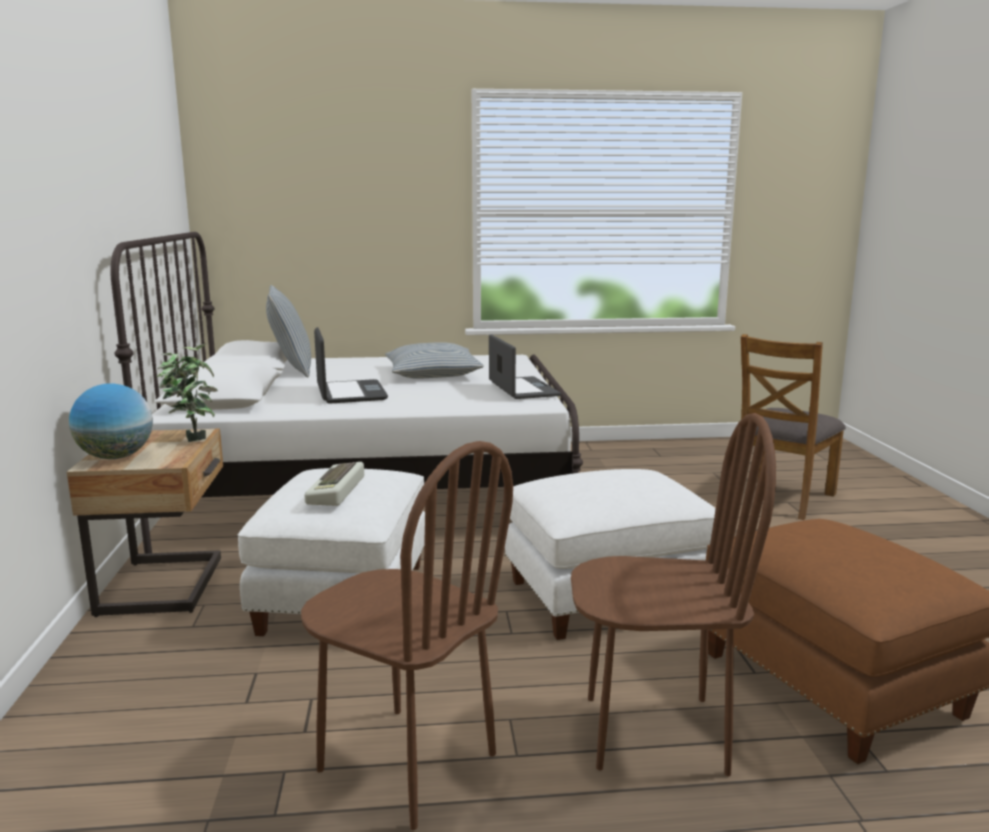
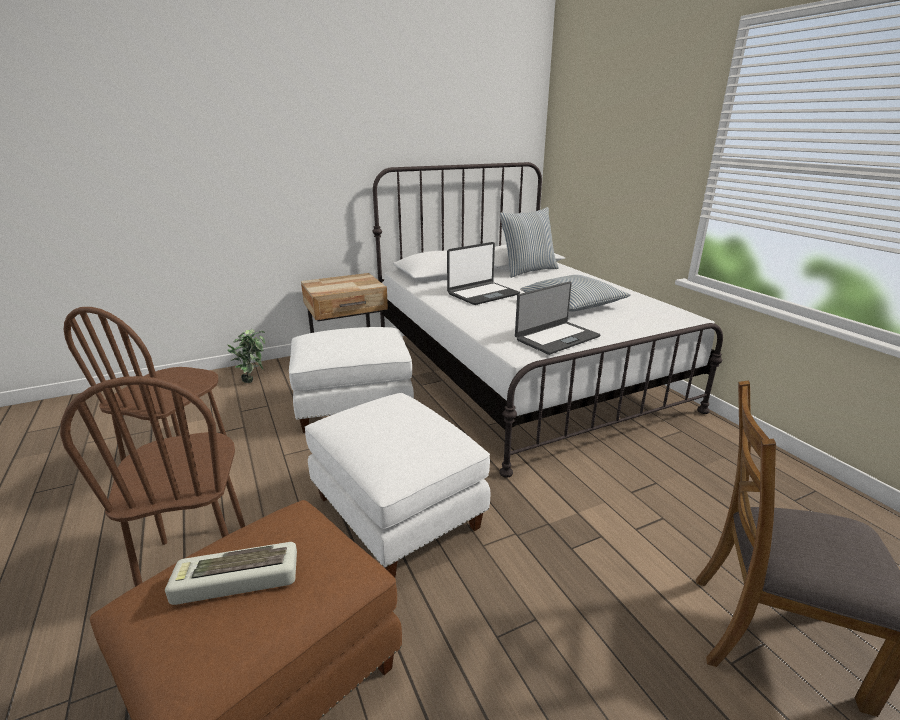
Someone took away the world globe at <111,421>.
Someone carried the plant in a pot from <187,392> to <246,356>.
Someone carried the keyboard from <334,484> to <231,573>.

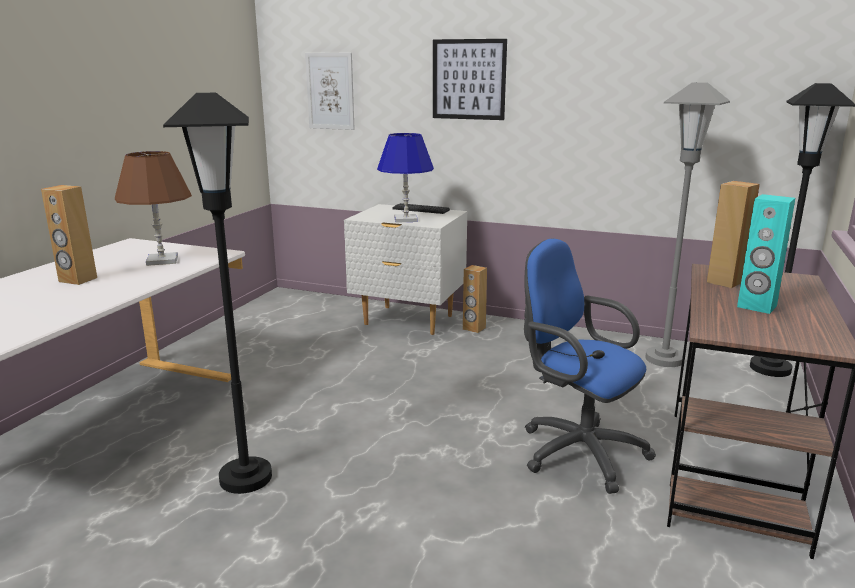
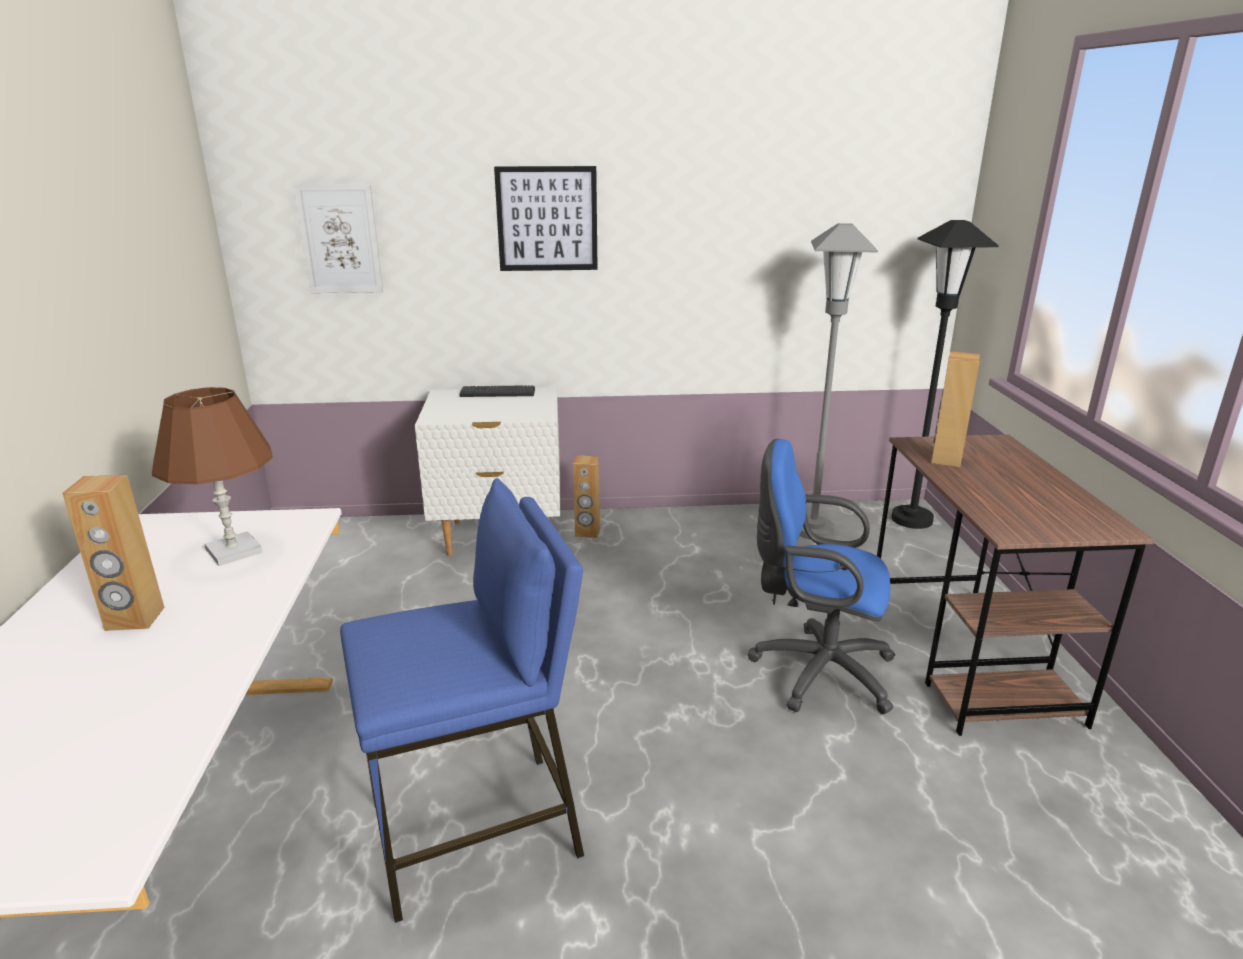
Someone swapped the blackish standard lamp at <217,293> for the blue-coloured sitting stool at <462,700>.
Someone took away the blue-coloured tabletop lamp at <405,178>.
Someone took away the turquoise speaker at <766,254>.

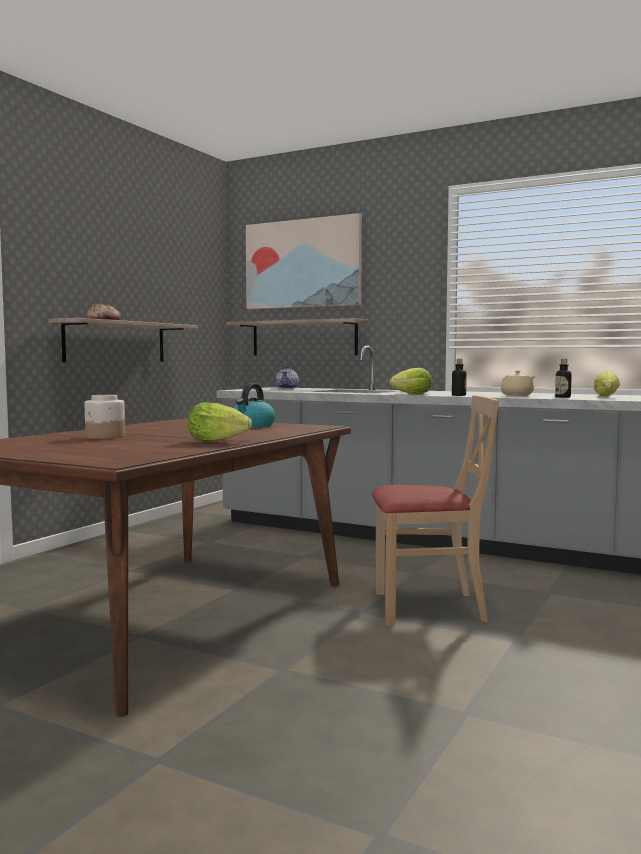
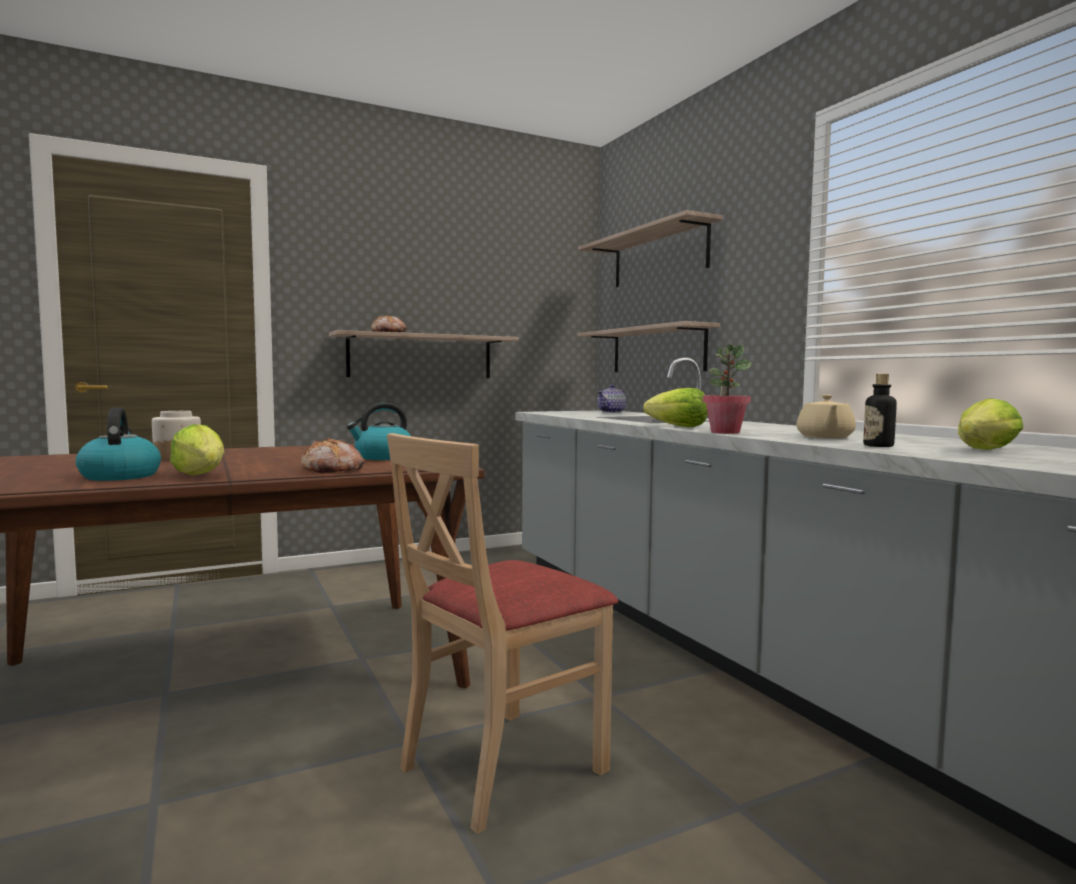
Someone swapped the wall art at <304,261> for the wall shelf at <650,248>.
Someone rotated the beige-coloured chair at <435,510> by 105 degrees clockwise.
Someone swapped the beverage bottle at <459,377> for the plant in a pot at <727,389>.
Someone put down the water kettle at <118,444>.
Someone put down the baked bread at <333,455>.

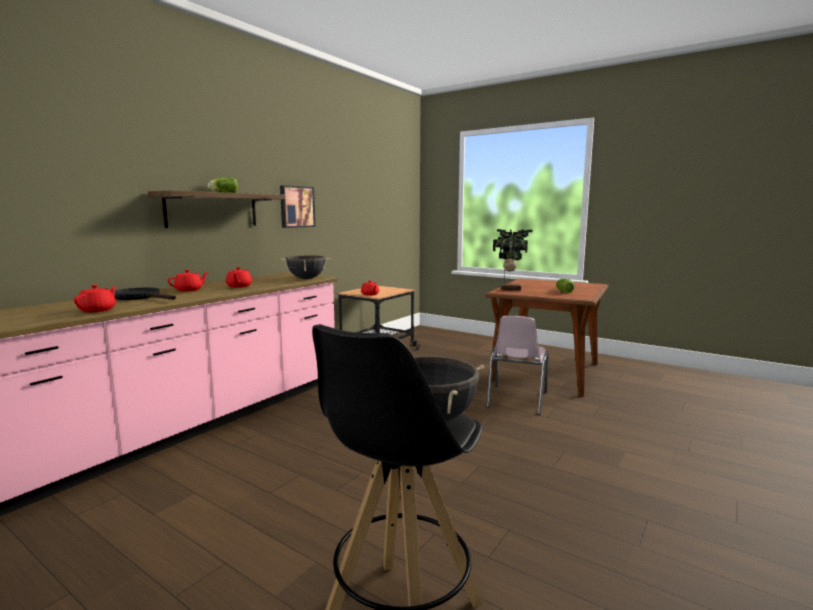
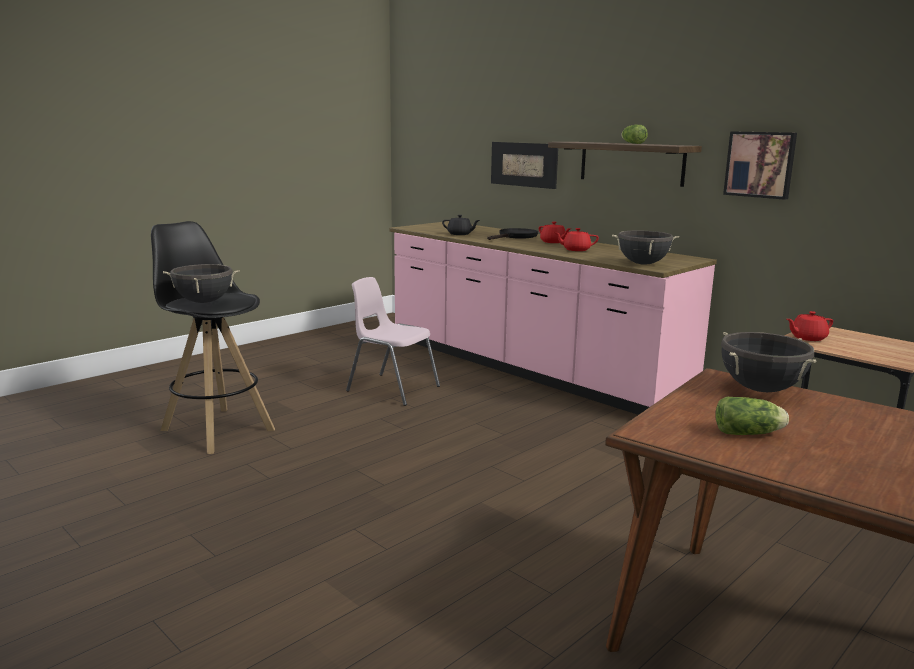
Someone repainted the red-coloured teapot at <95,298>, which became the blackish teapot at <461,225>.
Someone carried the pink-coloured chair from <518,365> to <393,341>.
Someone swapped the plant in a pot at <513,260> for the blackish cooking pot at <768,362>.
Someone put up the wall art at <524,165>.

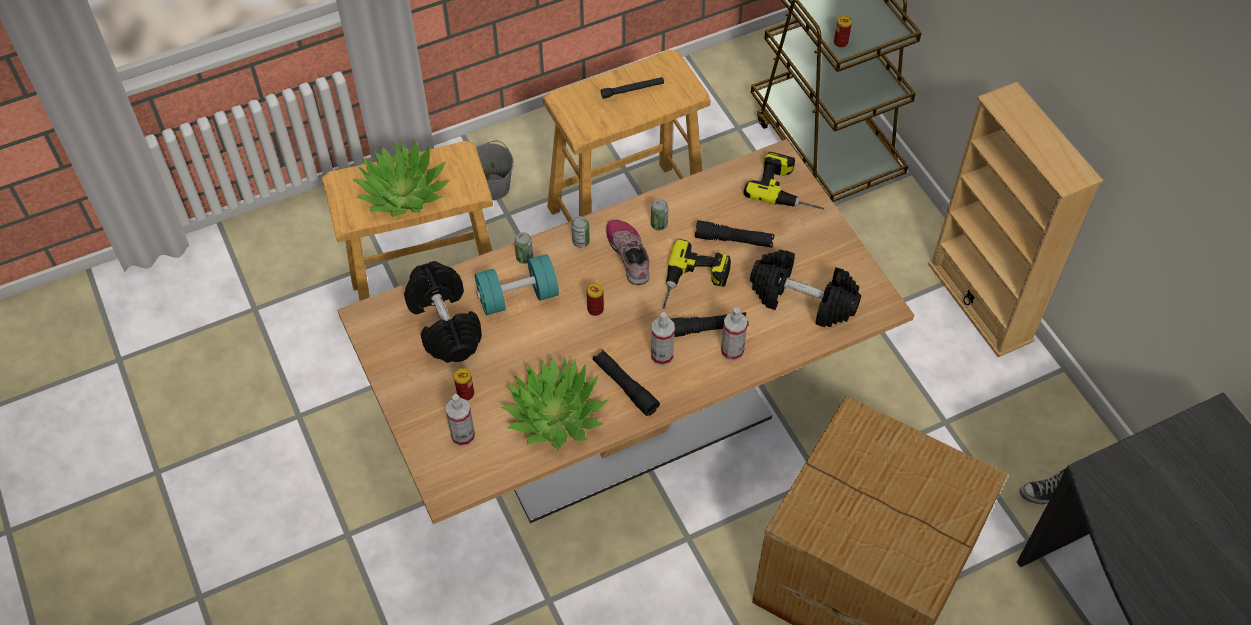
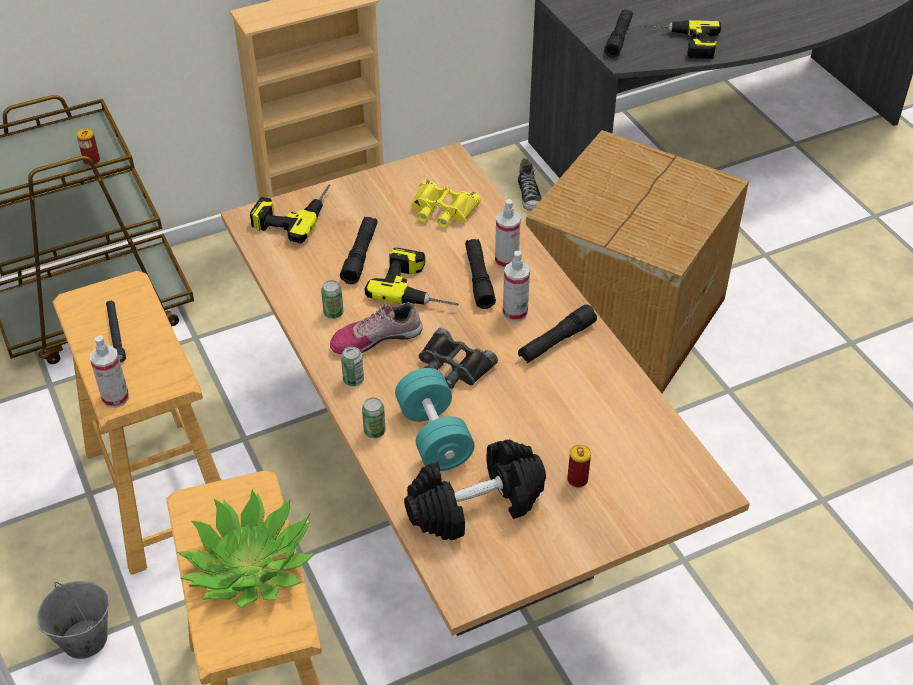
Someone carried the hand sprayer from <460,420> to <109,372>.
Someone took away the plant in a pot at <554,402>.
Someone swapped the can at <595,299> for the blackish binoculars at <458,358>.
Someone swapped the blackish free weight at <805,288> for the yellow-coloured binoculars at <446,204>.
Someone put down the blackish hand torch at <618,33>.
Someone put down the electric drill at <683,39>.

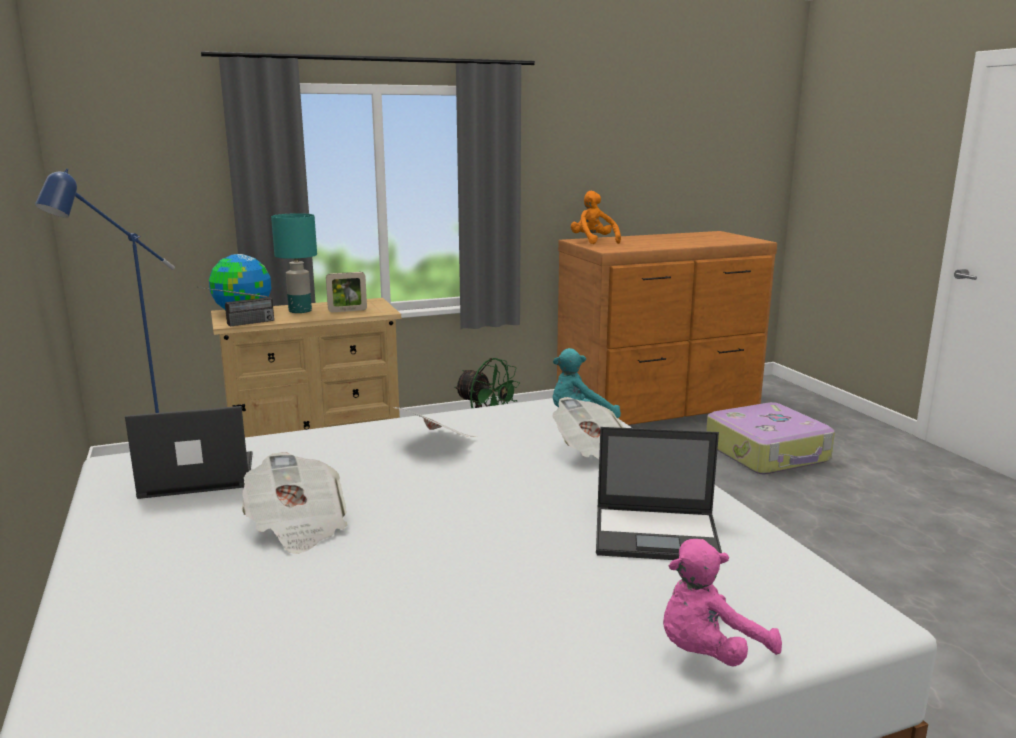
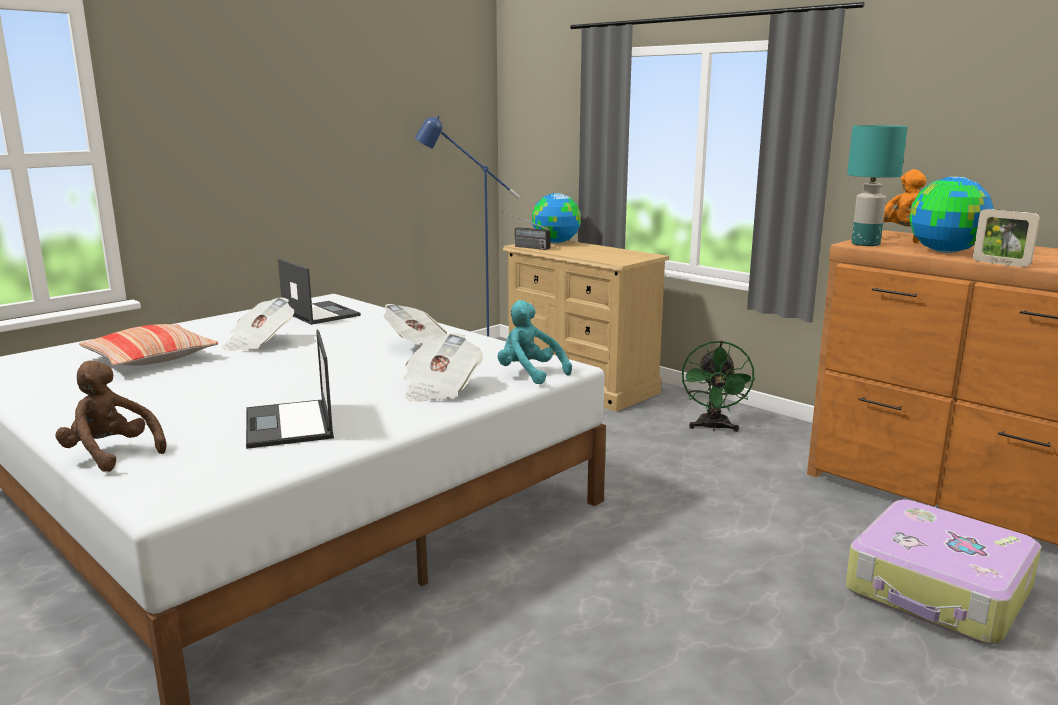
Someone carried the turquoise tabletop lamp from <294,263> to <877,185>.
Someone carried the picture frame from <346,292> to <1006,238>.
Someone repainted the pink-coloured cuddly toy at <722,603>, which became the brownish cuddly toy at <111,416>.
Someone put down the throw pillow at <148,345>.
Someone put down the world globe at <951,215>.

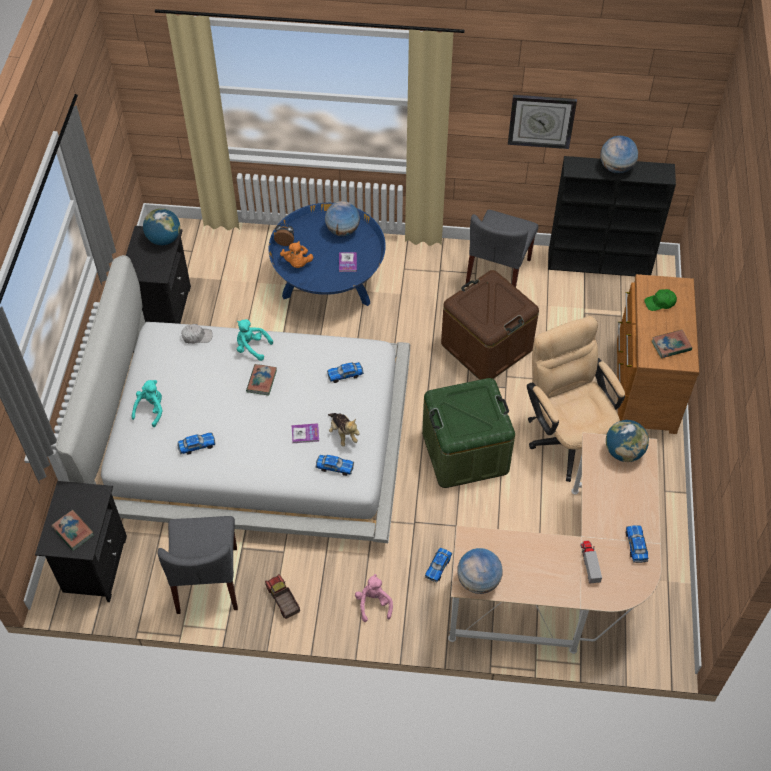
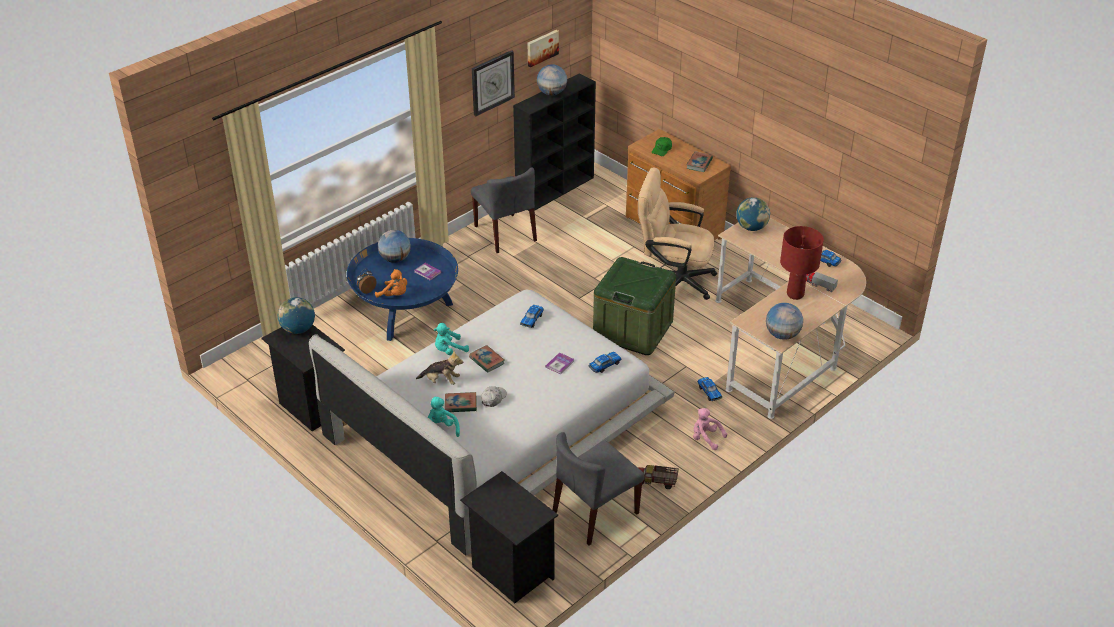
Someone carried the book from <72,530> to <461,402>.
Someone rotated the gray chair at <197,565> by 105 degrees clockwise.
Someone took away the toy car at <196,443>.
Someone carried the white-coloured baseball cap from <197,334> to <494,397>.
Someone carried the cuddly toy from <344,430> to <439,368>.
Someone took away the brownish storage bin at <490,325>.
Someone put up the wall art at <543,48>.
Someone put down the red-coloured tabletop lamp at <802,263>.

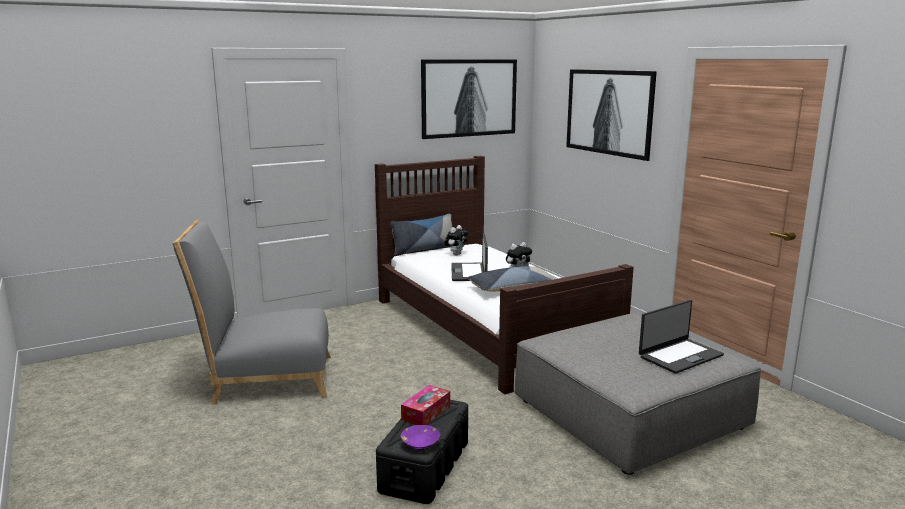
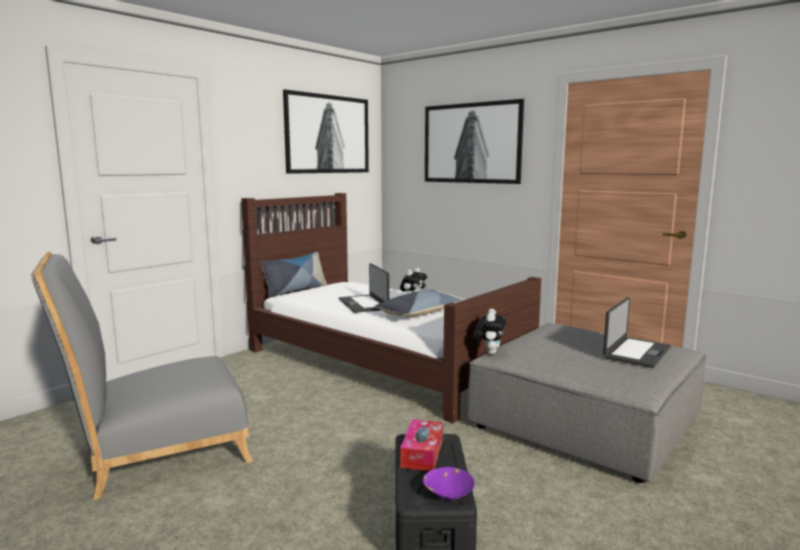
Someone carried the cuddly toy from <456,240> to <489,331>.

